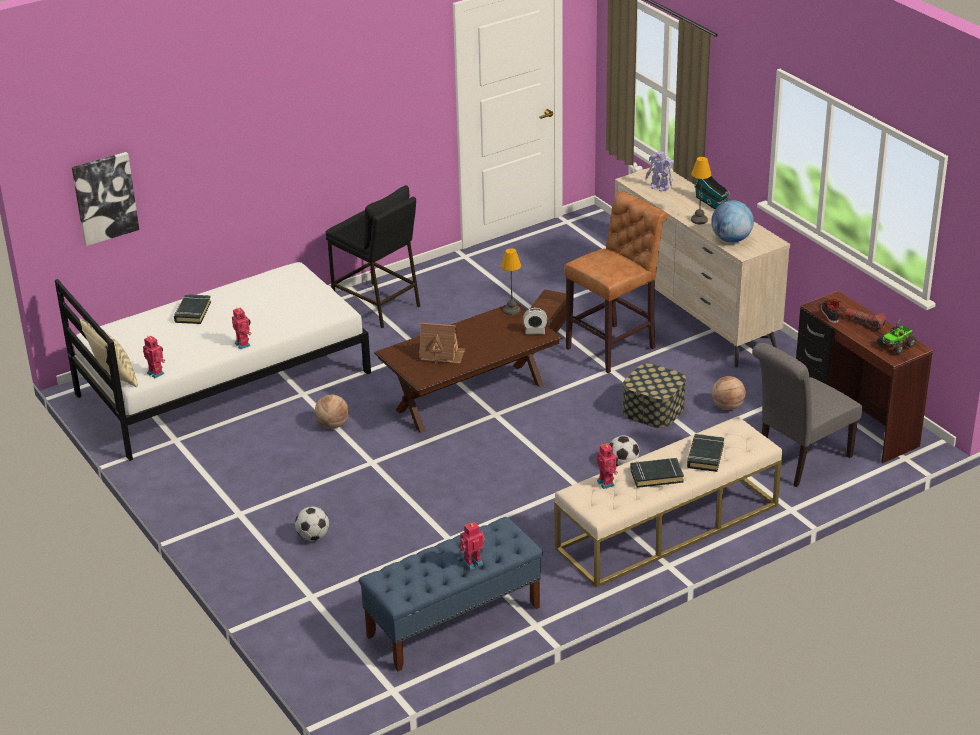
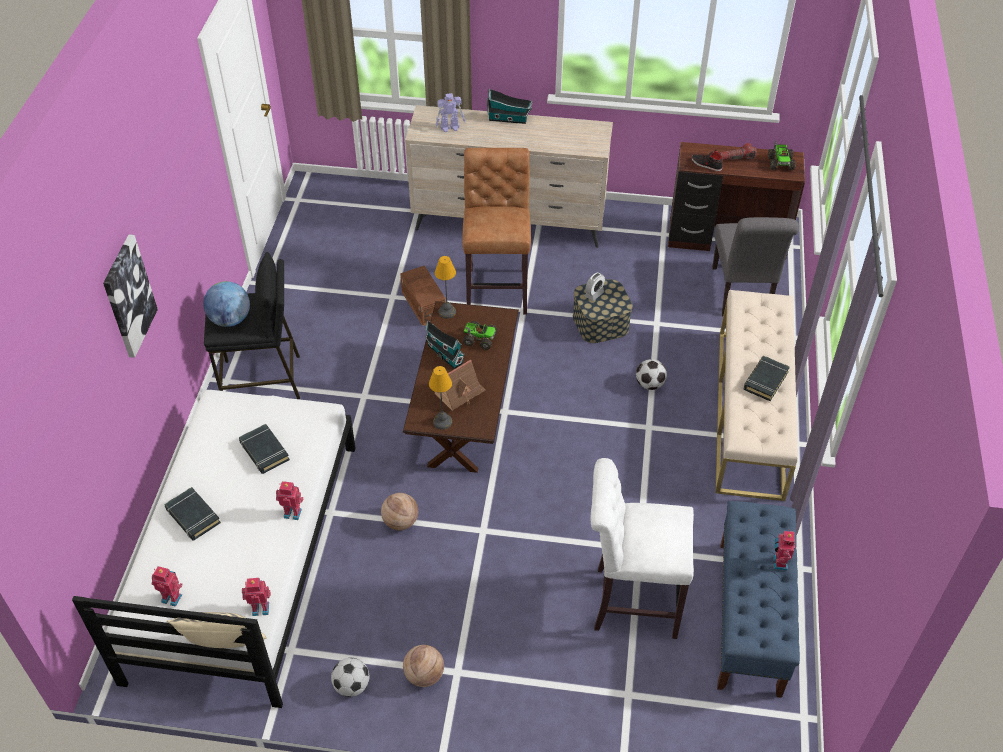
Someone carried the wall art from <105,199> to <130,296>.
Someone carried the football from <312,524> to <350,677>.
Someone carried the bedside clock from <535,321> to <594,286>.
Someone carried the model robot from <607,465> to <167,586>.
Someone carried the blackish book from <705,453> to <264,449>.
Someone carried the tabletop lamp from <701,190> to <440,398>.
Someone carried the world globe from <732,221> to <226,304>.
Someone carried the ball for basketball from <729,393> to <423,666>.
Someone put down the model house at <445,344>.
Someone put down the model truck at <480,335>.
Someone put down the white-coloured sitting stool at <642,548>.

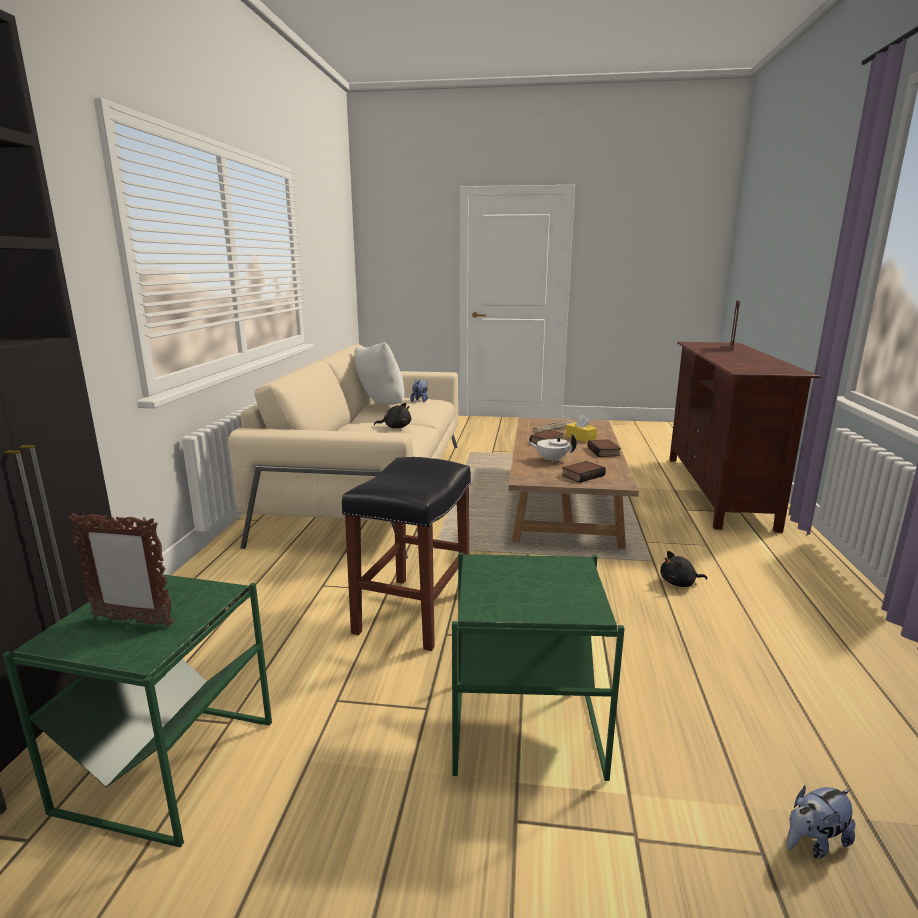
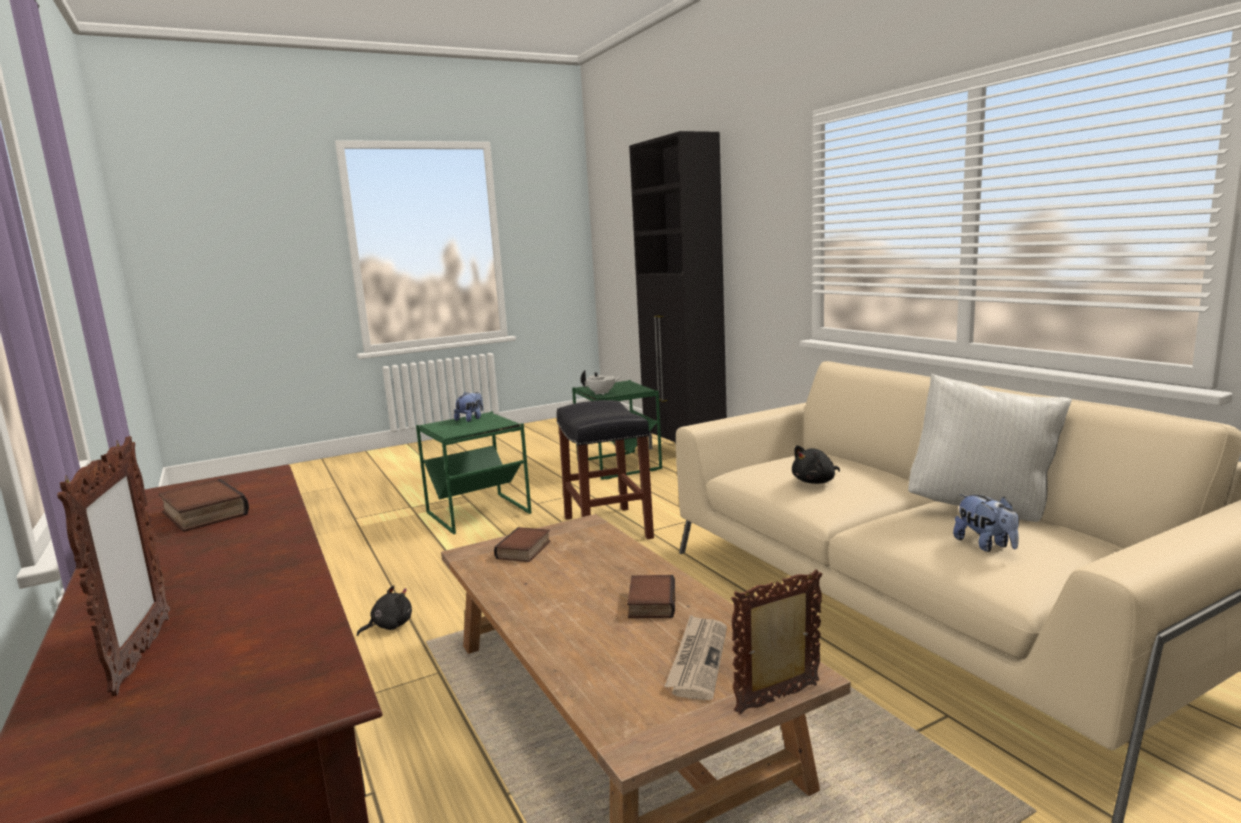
Someone carried the picture frame from <121,569> to <776,641>.
Someone carried the white-coloured teapot from <552,448> to <601,382>.
Someone took away the yellow-coloured tissue holder at <581,428>.
Someone carried the book from <604,448> to <204,505>.
Someone carried the cuddly toy from <821,821> to <468,407>.

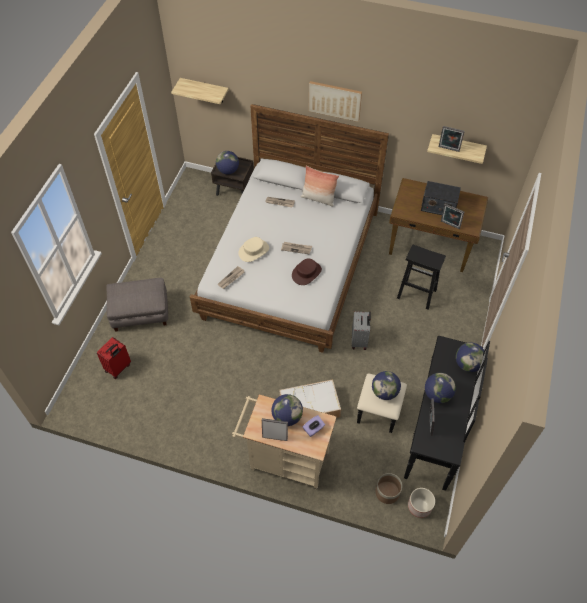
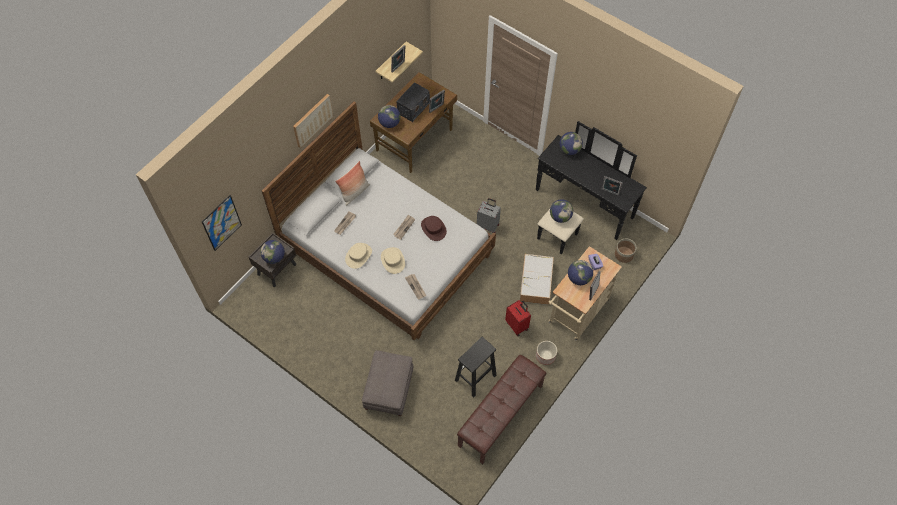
Someone carried the red-coloured travel case from <114,358> to <518,318>.
Someone swapped the wall shelf at <200,91> for the wall art at <222,223>.
Someone carried the blackish sitting stool from <421,277> to <475,367>.
Someone carried the flower pot from <421,503> to <546,353>.
Someone carried the world globe from <440,388> to <389,116>.
Someone put down the beige-coloured wearable hat at <358,256>.
Someone put down the brownish bench at <502,409>.

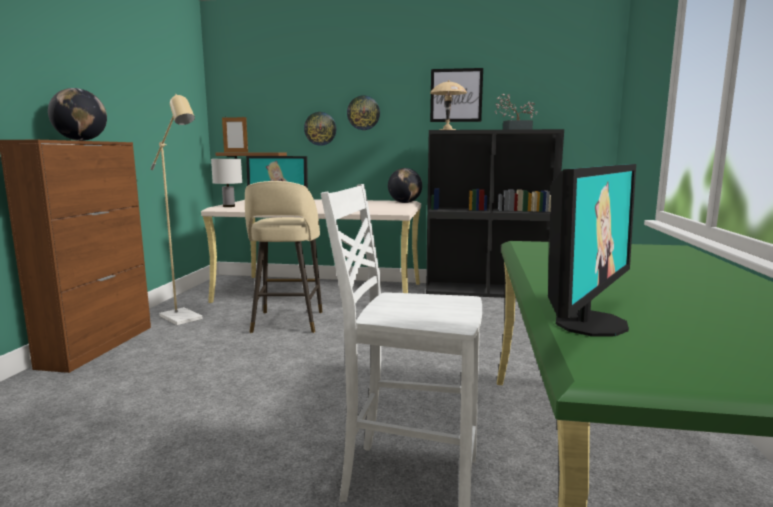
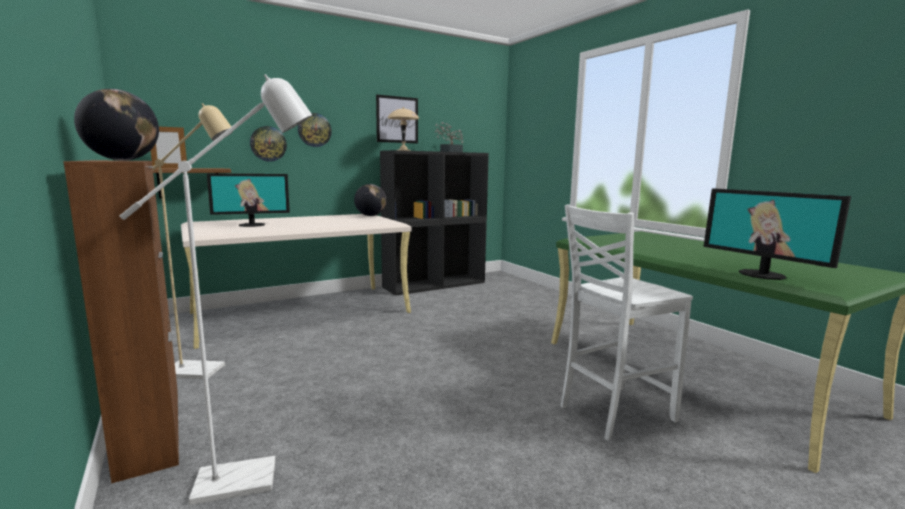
Someone took away the white-coloured tabletop lamp at <226,183>.
Someone took away the beige-coloured sitting stool at <283,257>.
Someone rotated the computer screen at <592,250> by 150 degrees clockwise.
Someone put down the white-coloured standard lamp at <215,289>.

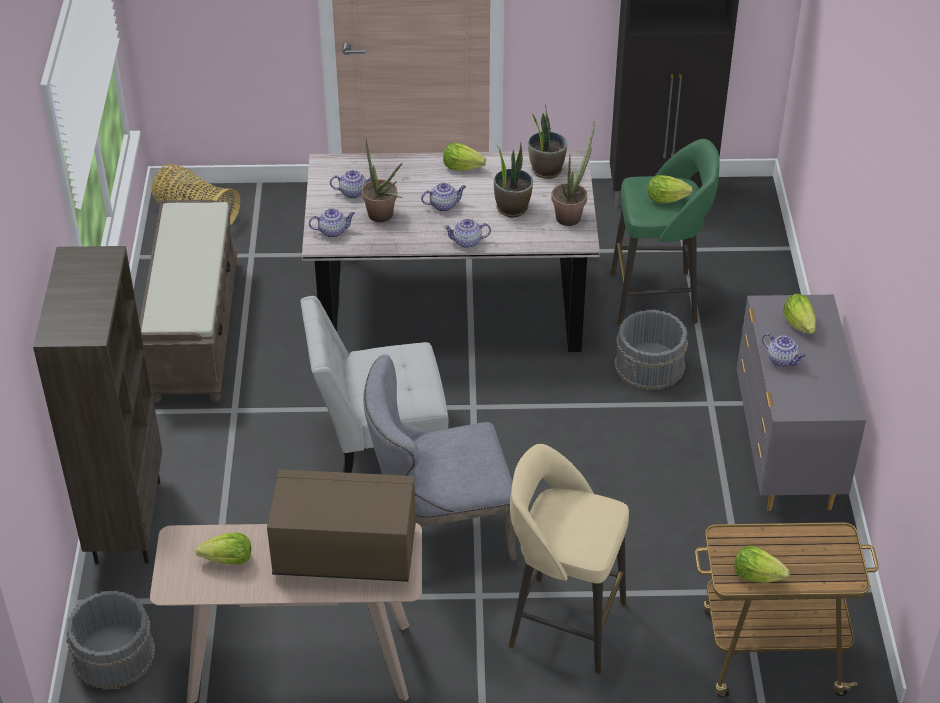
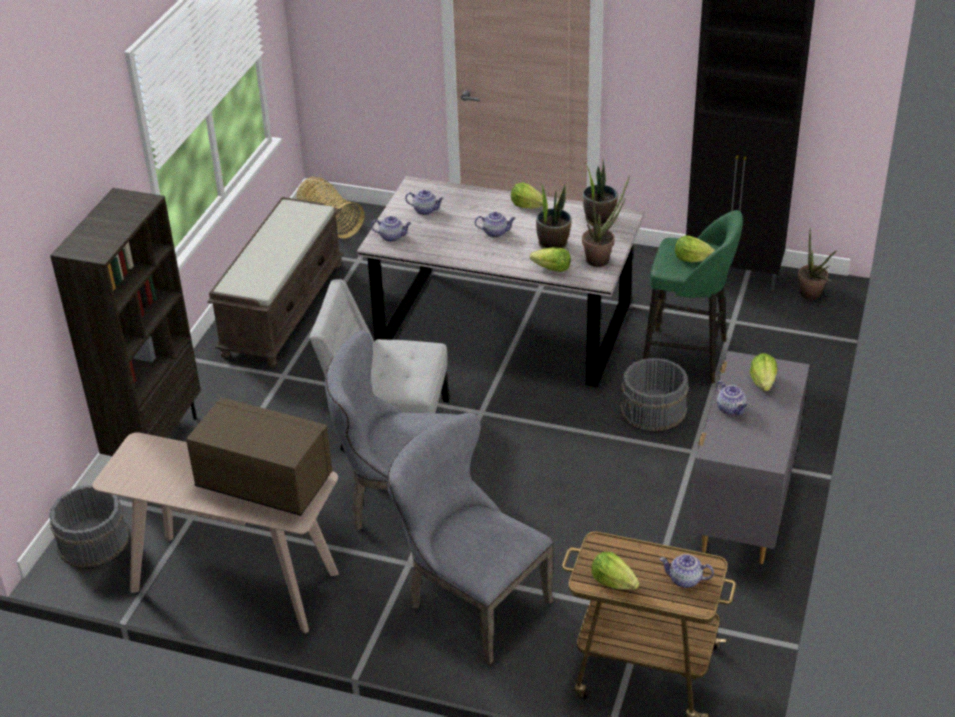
Someone carried the lettuce head from <223,549> to <550,259>.
Someone carried the plant in a pot from <382,180> to <817,263>.
Someone carried the teapot from <467,233> to <686,571>.
Someone swapped the beige-coloured sitting stool at <568,559> for the gray chair at <470,538>.

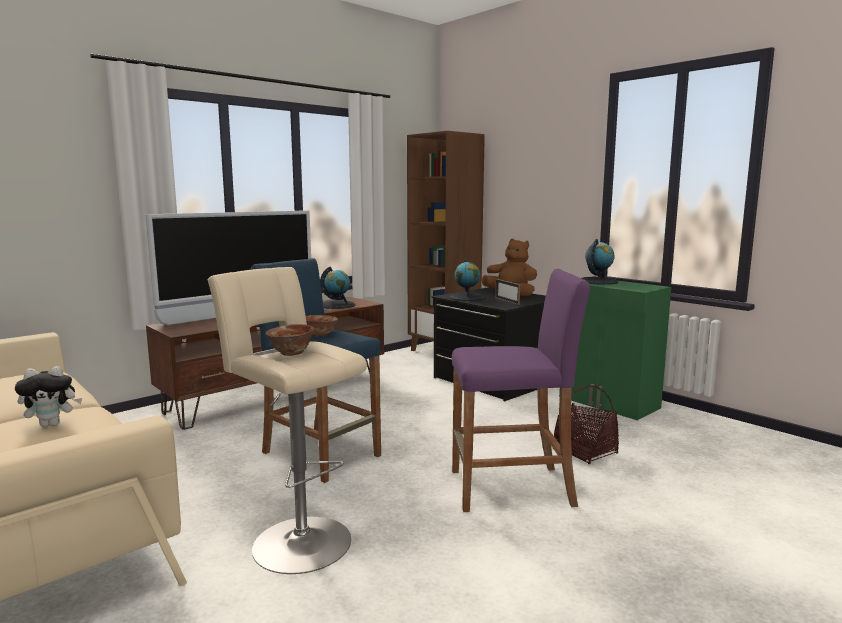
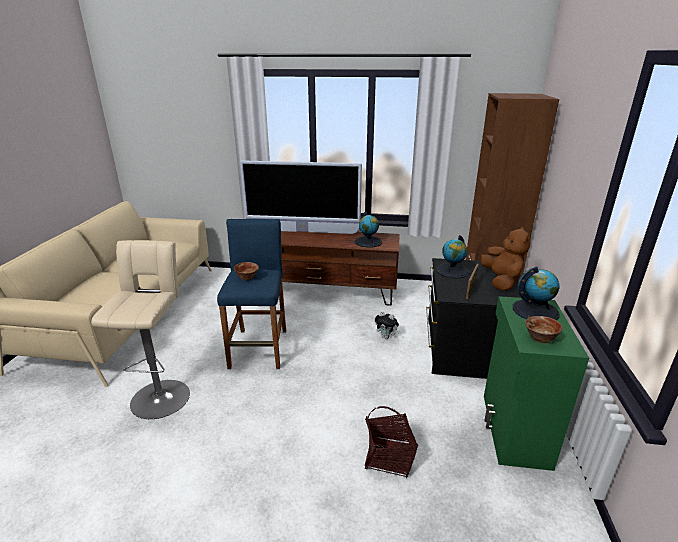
Someone carried the cuddly toy from <48,396> to <387,325>.
Someone carried the serving bowl from <289,340> to <544,329>.
Someone took away the purple-coloured sitting stool at <521,390>.

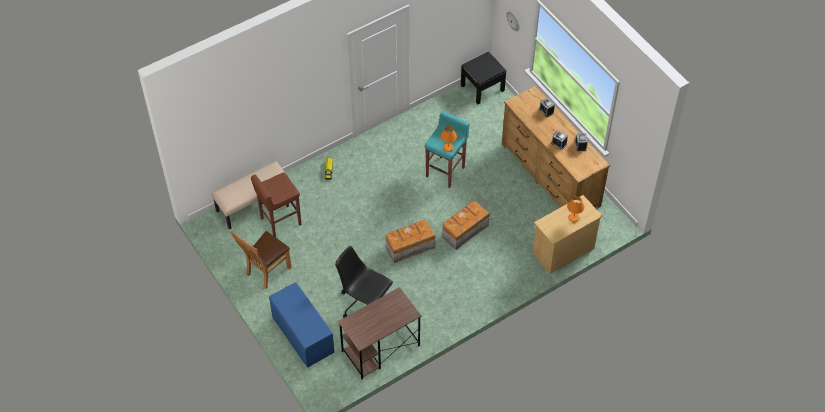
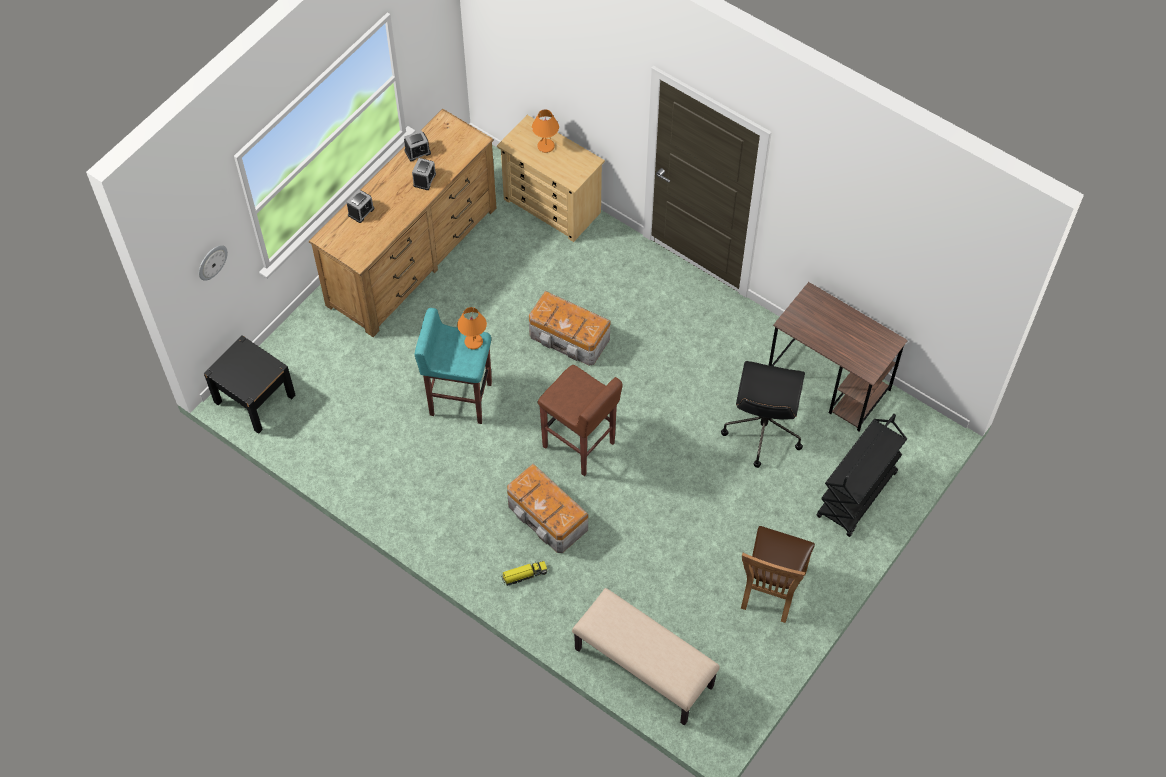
Someone rotated the brownish chair at <261,260> by 90 degrees clockwise.
Someone carried the brownish sitting stool from <276,204> to <580,420>.
Someone swapped the blue-coloured bench at <302,325> for the blackish cart at <861,475>.
Someone carried the storage bin from <410,241> to <547,508>.

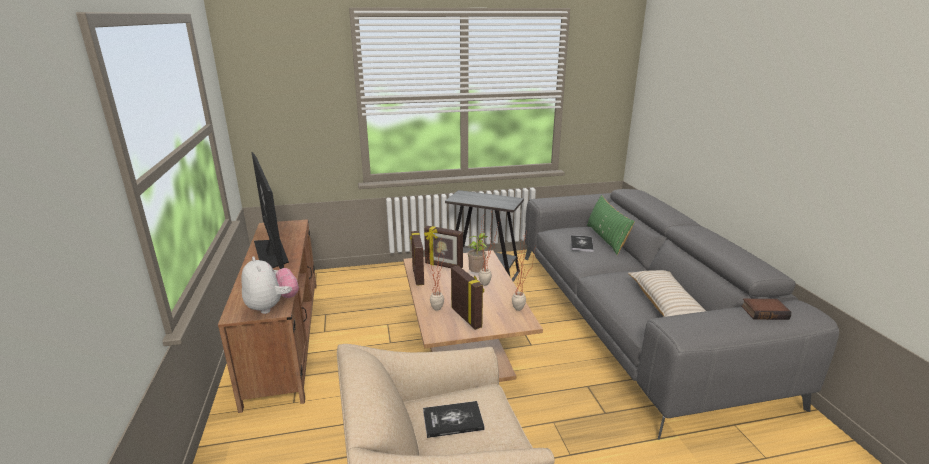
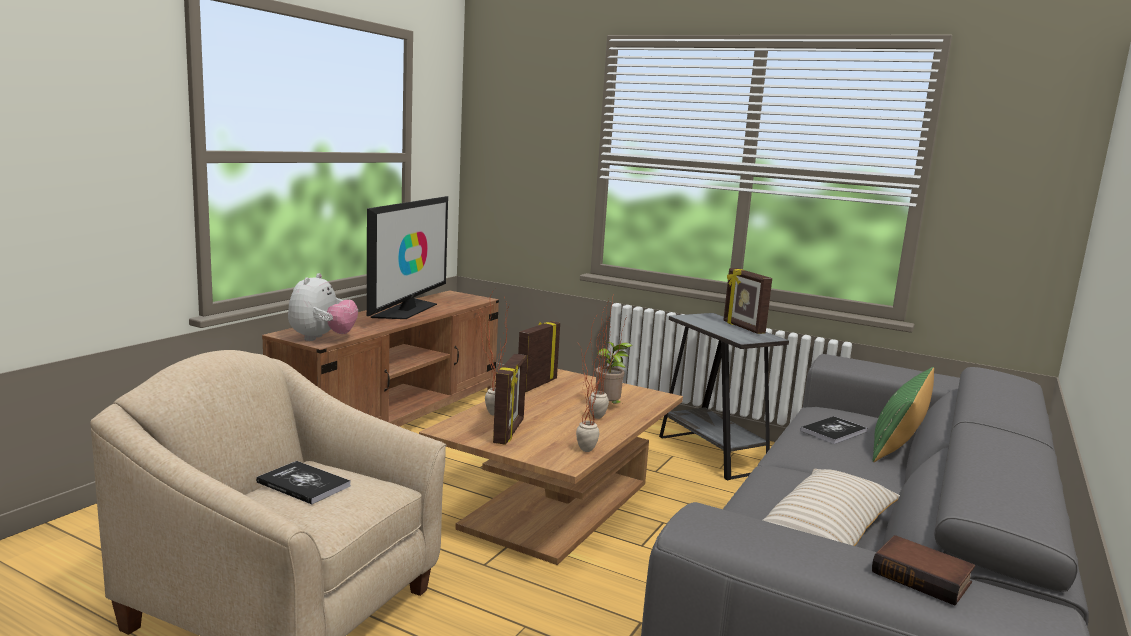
Someone carried the picture frame from <443,247> to <747,301>.

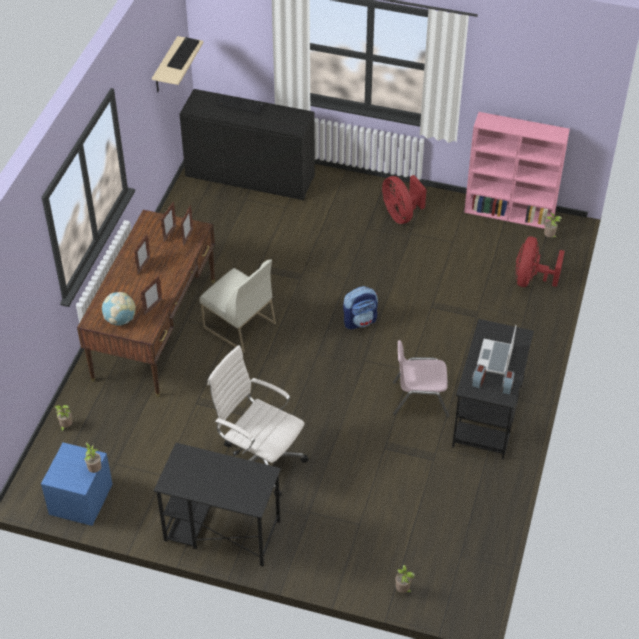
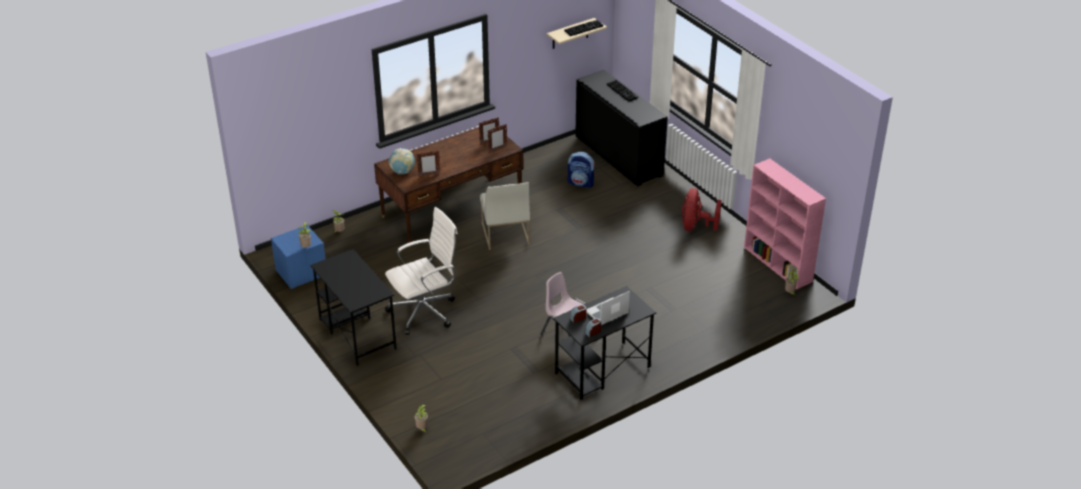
Someone took away the picture frame at <142,254>.
Someone rotated the white-coloured desk chair at <258,421> by 75 degrees clockwise.
Someone carried the rucksack from <360,307> to <581,170>.
Someone took away the red-coloured cooling fan at <540,261>.

